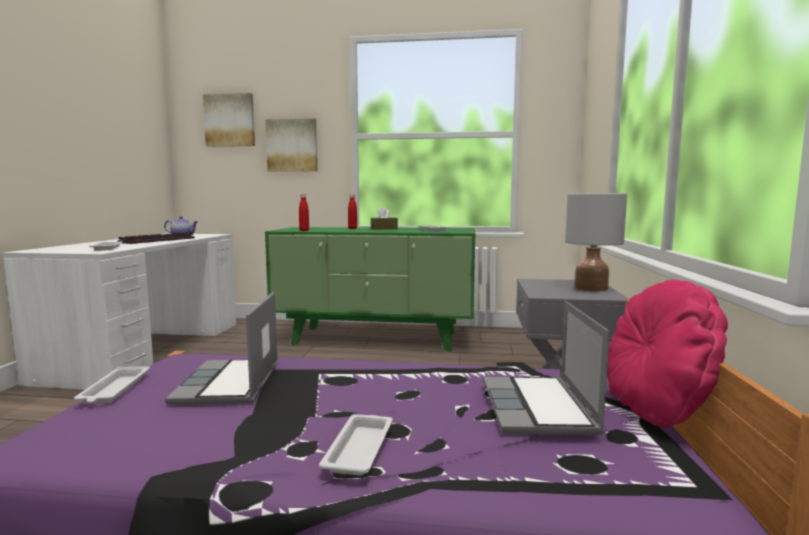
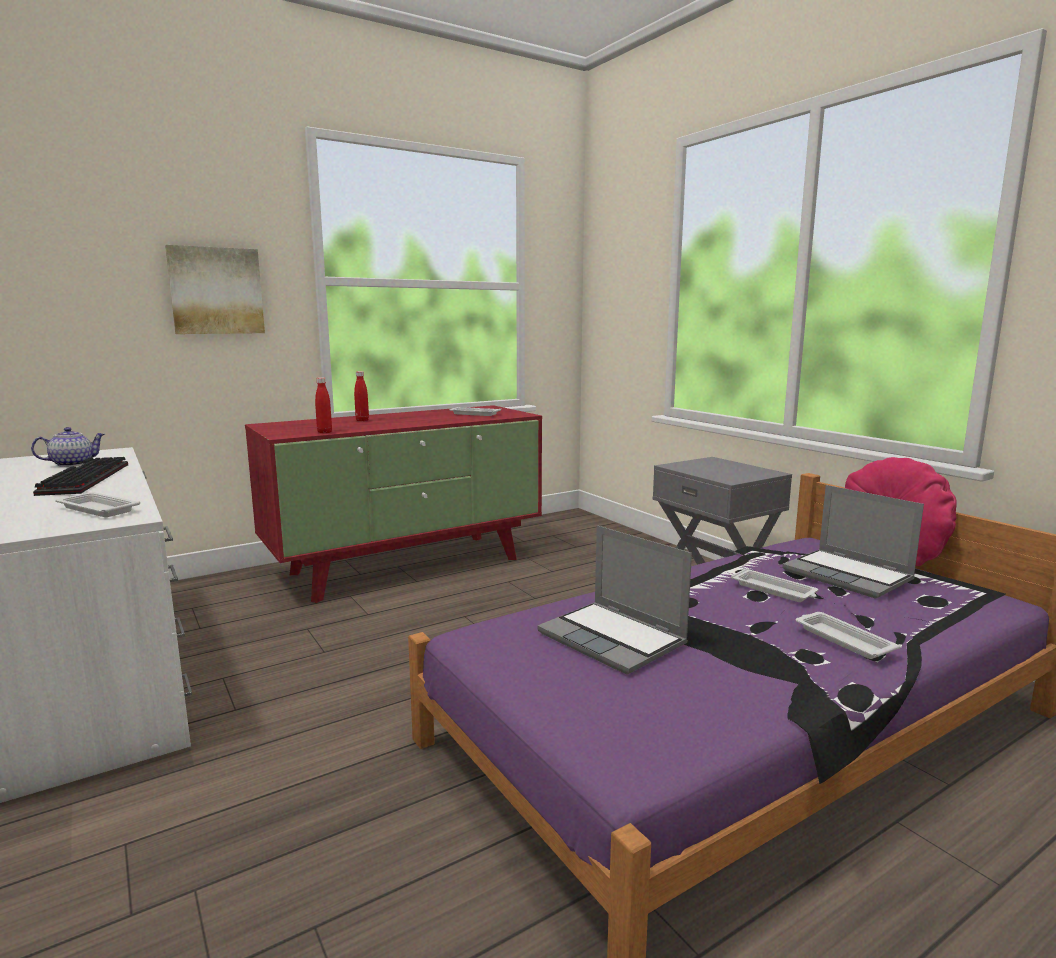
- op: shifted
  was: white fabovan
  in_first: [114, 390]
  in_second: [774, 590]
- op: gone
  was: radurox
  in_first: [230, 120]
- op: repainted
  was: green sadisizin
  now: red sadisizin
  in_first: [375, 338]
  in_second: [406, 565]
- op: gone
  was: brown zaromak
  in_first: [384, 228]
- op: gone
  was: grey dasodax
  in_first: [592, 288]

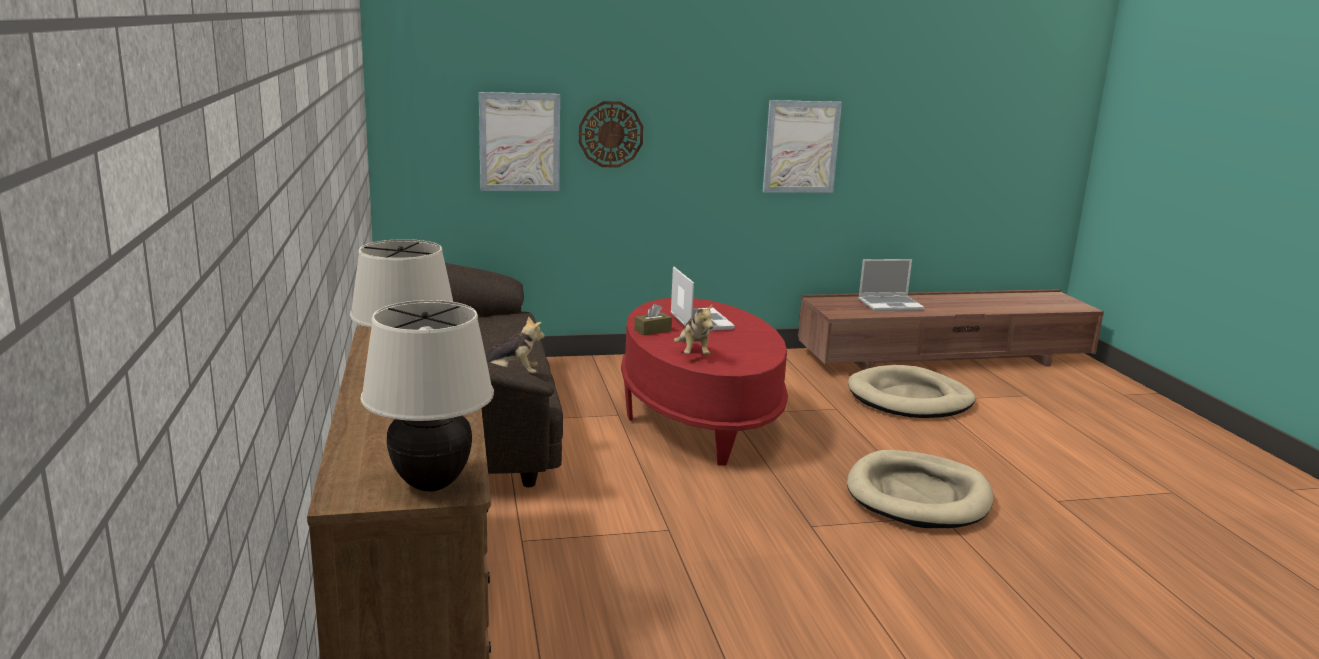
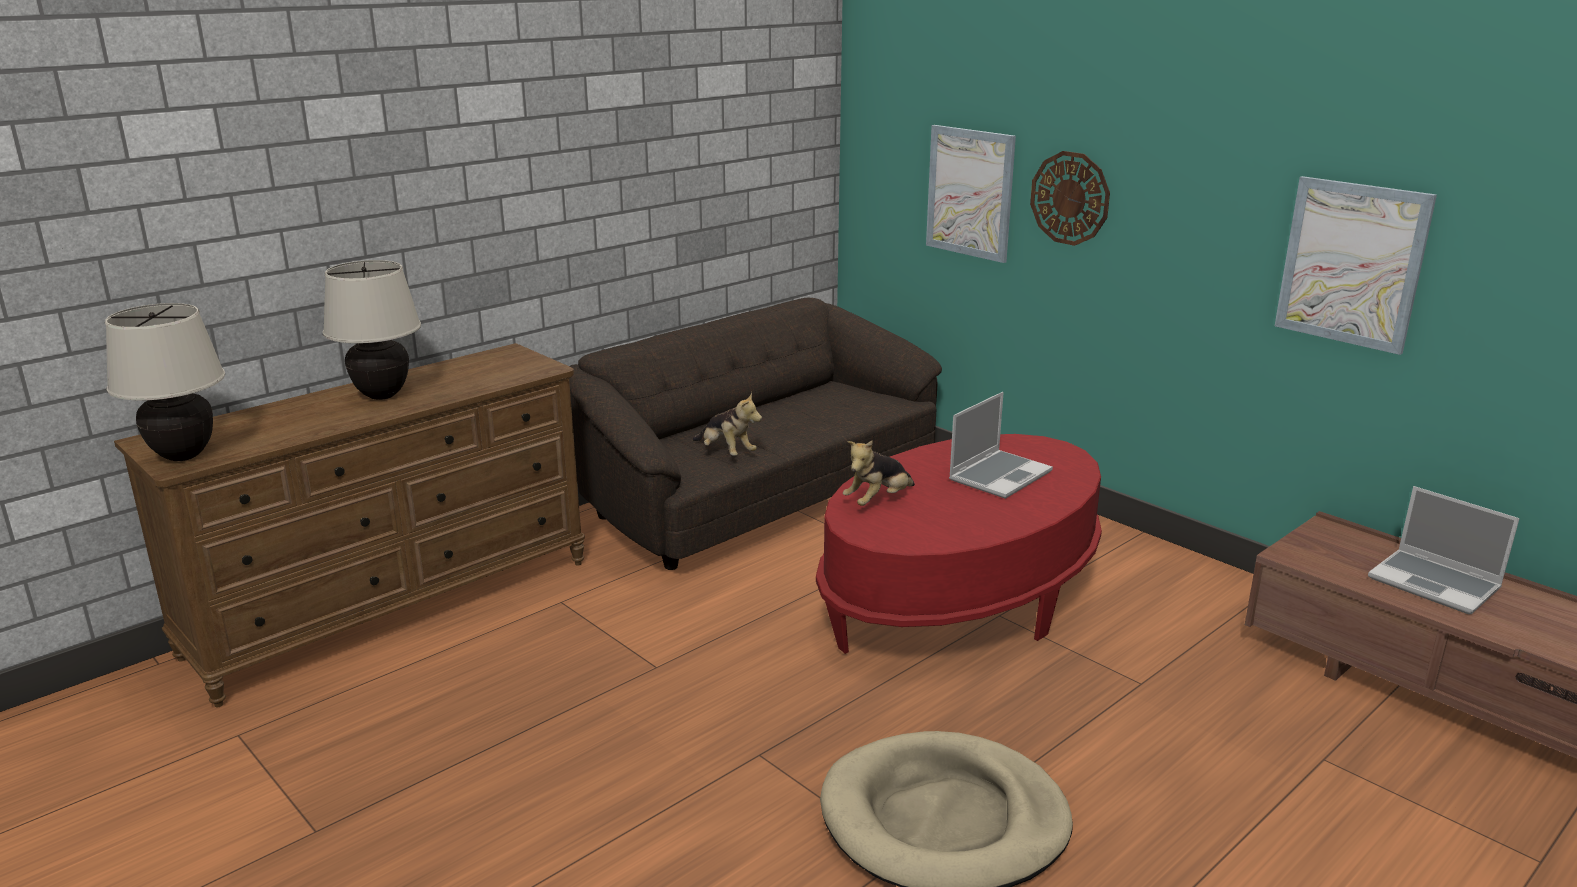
- op: gone
  was: brown zaromak
  in_first: [652, 330]
- op: gone
  was: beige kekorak
  in_first: [910, 398]

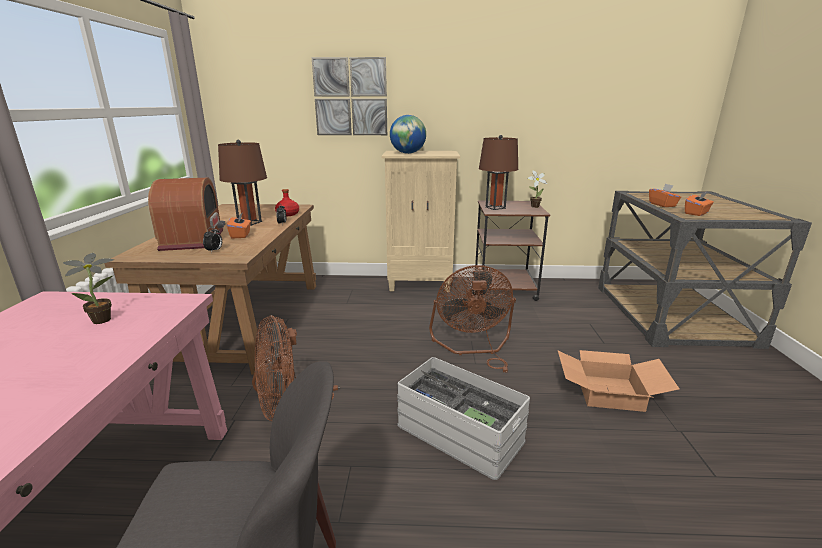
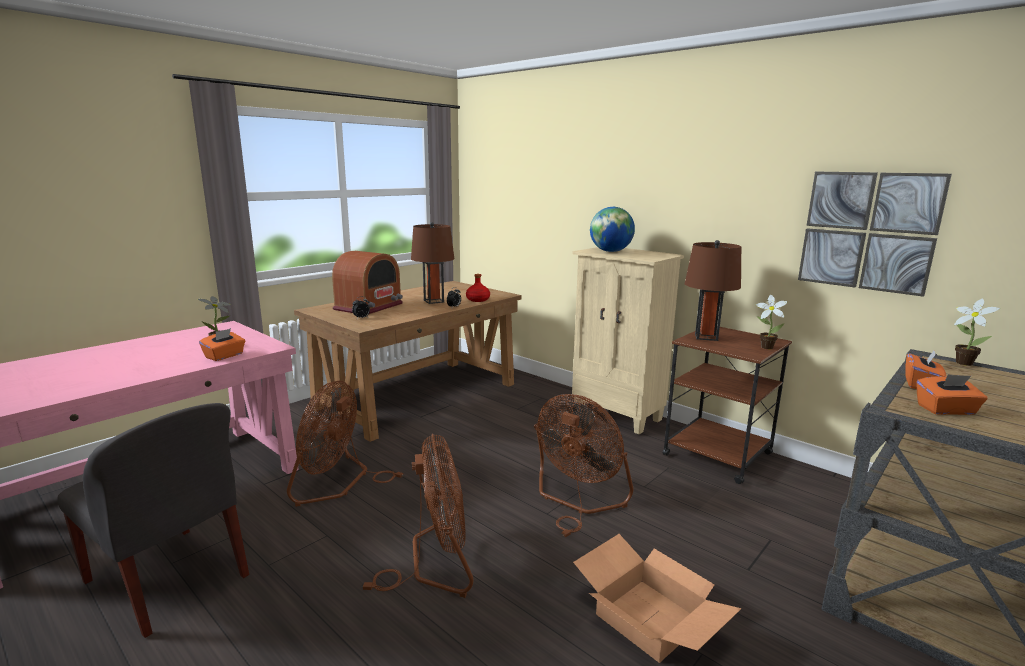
- op: shifted
  was: orange zaromak
  in_first: [241, 235]
  in_second: [224, 356]
- op: shifted
  was: radurox
  in_first: [350, 97]
  in_second: [868, 231]
- op: swapped
  was: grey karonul
  now: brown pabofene
  in_first: [458, 433]
  in_second: [433, 560]
- op: new
  now: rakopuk
  in_second: [962, 362]

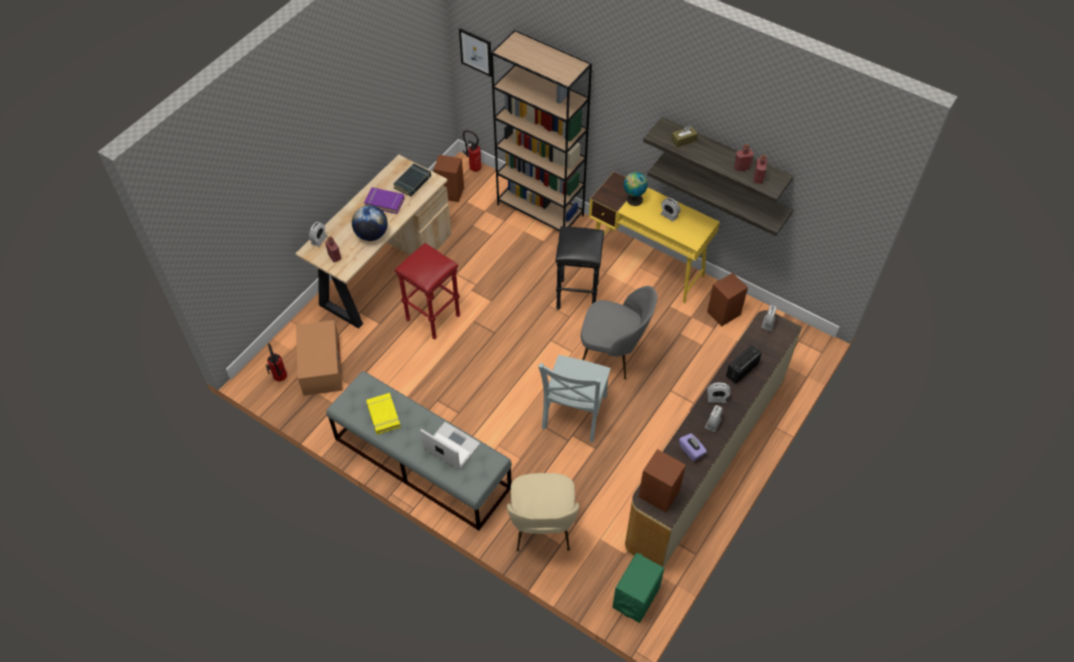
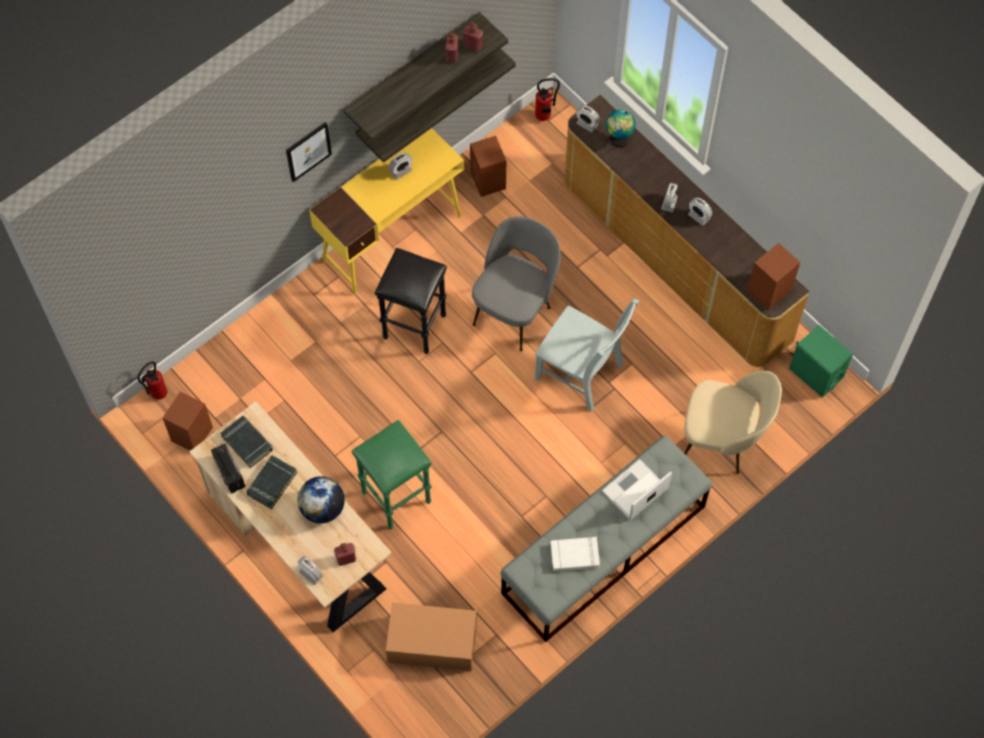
- op: shifted
  was: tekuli
  in_first: [280, 379]
  in_second: [545, 117]
- op: repainted
  was: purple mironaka
  now: black mironaka
  in_first: [384, 202]
  in_second: [271, 483]
- op: repainted
  was: yellow mironaka
  now: white mironaka
  in_first: [383, 415]
  in_second: [574, 556]
- op: repainted
  was: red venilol
  now: green venilol
  in_first: [433, 318]
  in_second: [398, 497]
- op: shifted
  was: radurox
  in_first: [476, 52]
  in_second: [308, 151]
- op: gone
  was: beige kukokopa
  in_first: [541, 210]
- op: shifted
  was: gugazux
  in_first: [633, 199]
  in_second: [618, 139]
- op: gone
  was: brown zaromak
  in_first: [683, 140]
- op: gone
  was: purple zaromak
  in_first: [691, 451]
- op: shifted
  was: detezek
  in_first: [741, 370]
  in_second: [230, 474]

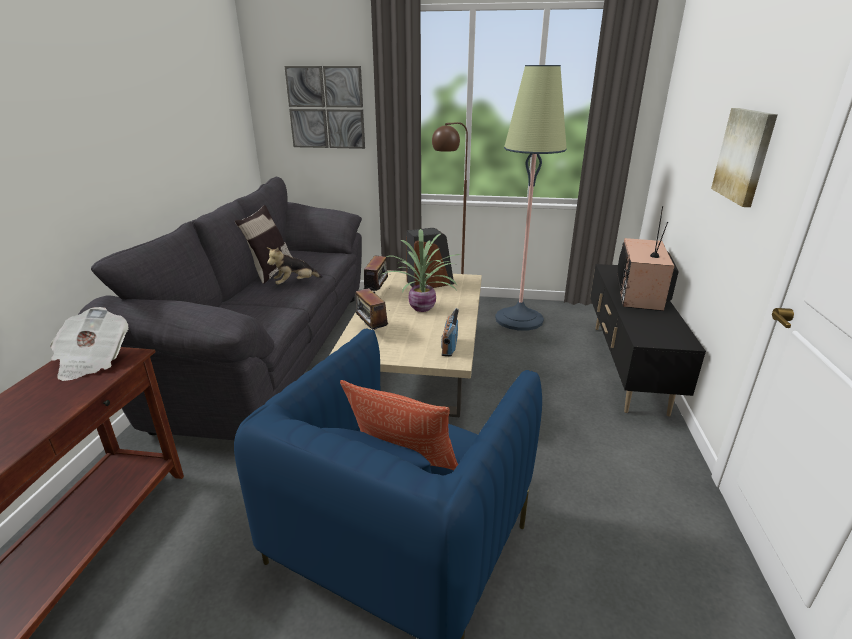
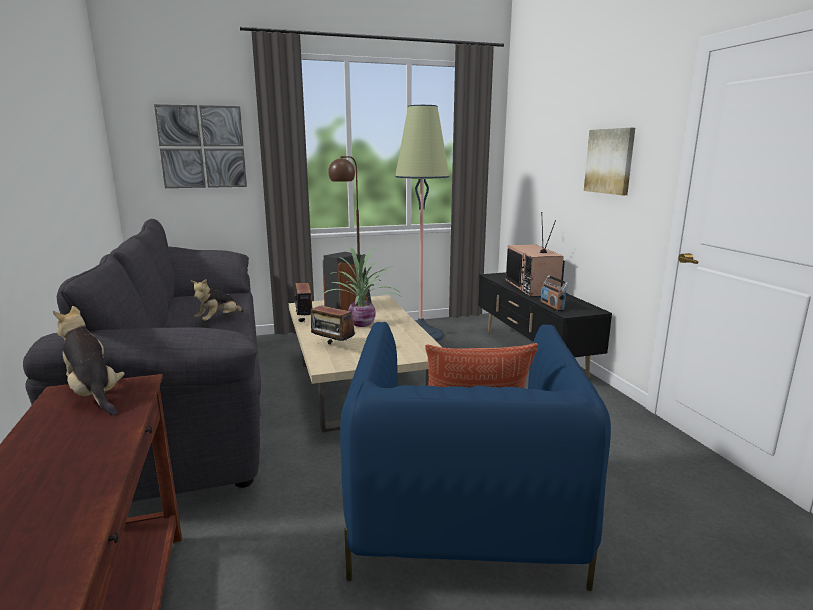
- op: swapped
  was: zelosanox
  now: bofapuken
  in_first: [93, 360]
  in_second: [94, 395]
- op: gone
  was: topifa
  in_first: [270, 272]
- op: shifted
  was: detezek
  in_first: [449, 346]
  in_second: [552, 306]

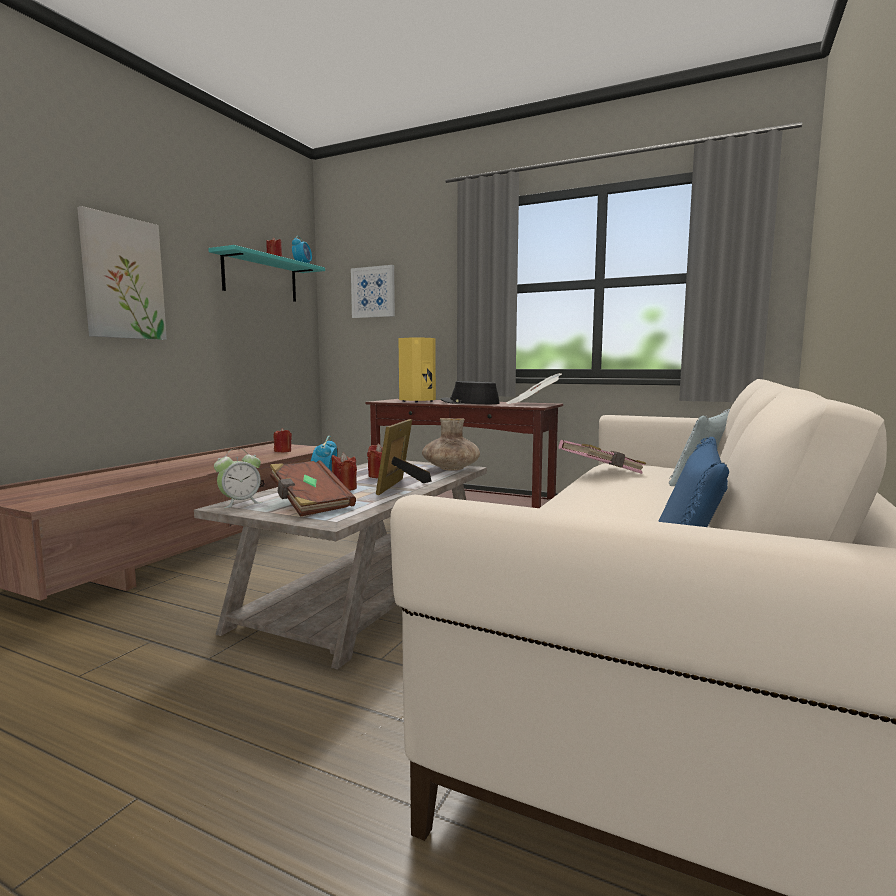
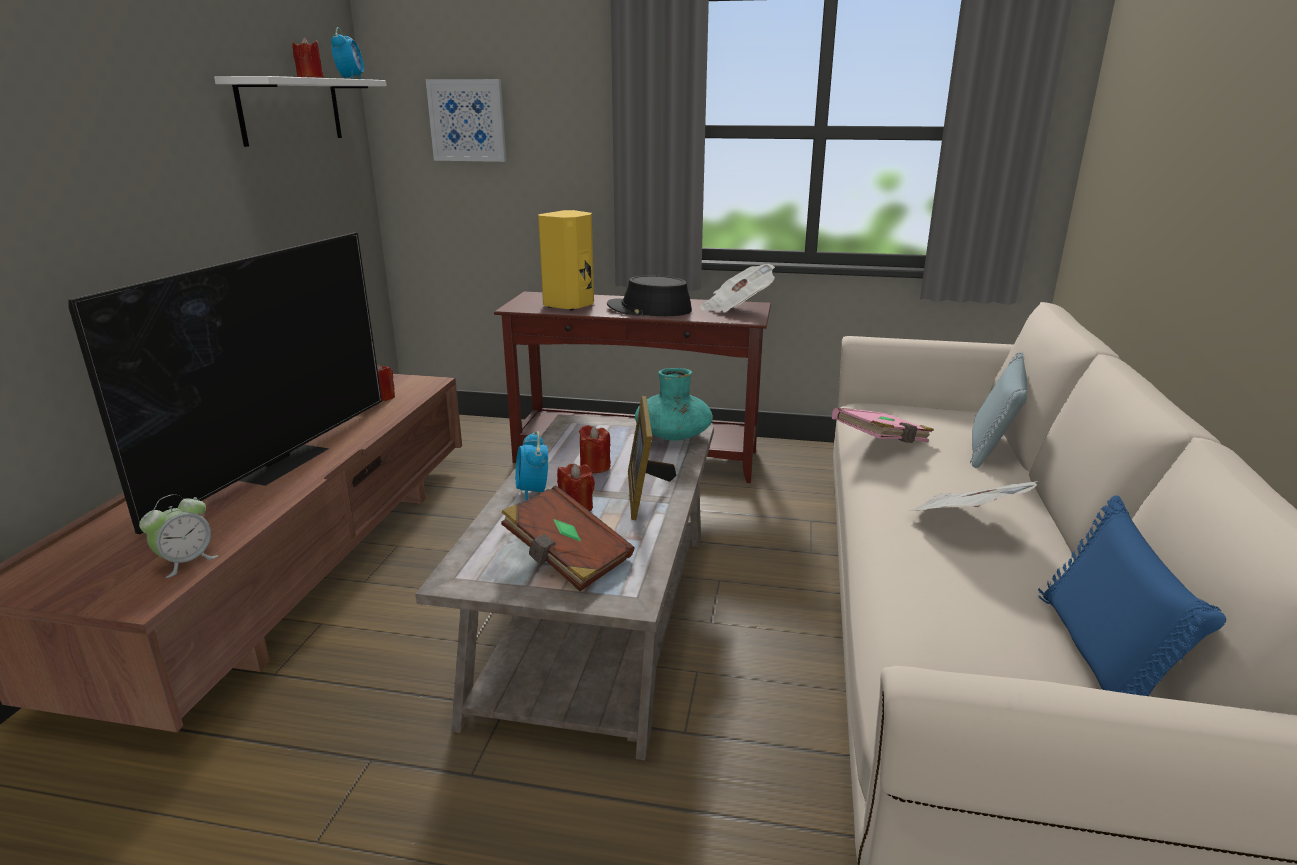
- op: gone
  was: radurox
  in_first: [123, 278]
- op: repainted
  was: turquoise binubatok
  now: white binubatok
  in_first: [260, 278]
  in_second: [291, 110]
- op: shifted
  was: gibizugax
  in_first: [240, 503]
  in_second: [186, 562]
- op: repainted
  was: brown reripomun
  now: turquoise reripomun
  in_first: [451, 468]
  in_second: [673, 436]
- op: new
  now: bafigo
  in_second: [280, 461]
- op: new
  now: zelosanox
  in_second: [966, 523]

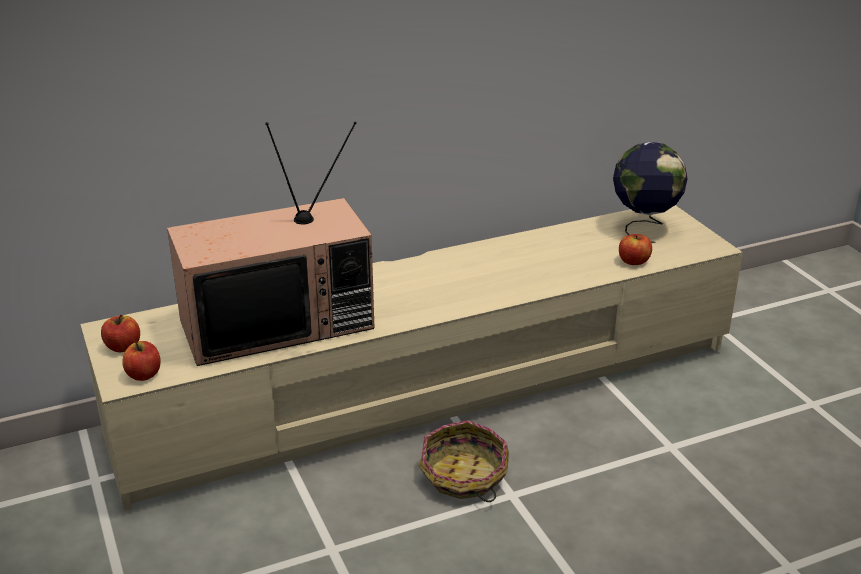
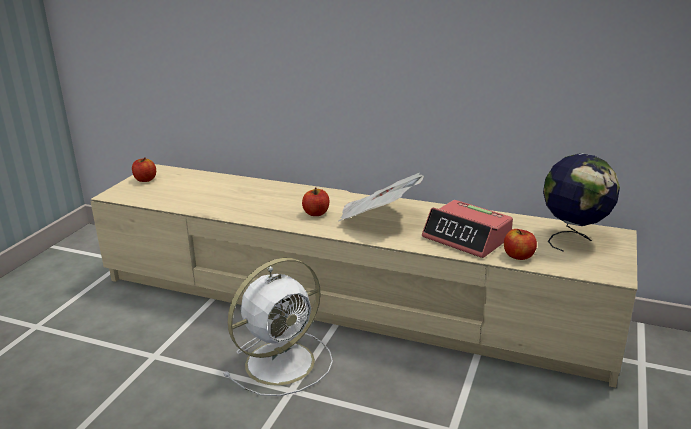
- op: shifted
  was: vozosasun
  in_first: [144, 374]
  in_second: [316, 213]
- op: gone
  was: bafigo
  in_first: [278, 322]
- op: swapped
  was: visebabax
  now: white pabofene
  in_first: [463, 476]
  in_second: [282, 361]
- op: new
  now: zelosanox
  in_second: [378, 218]
- op: new
  now: gibizugax
  in_second: [467, 238]

